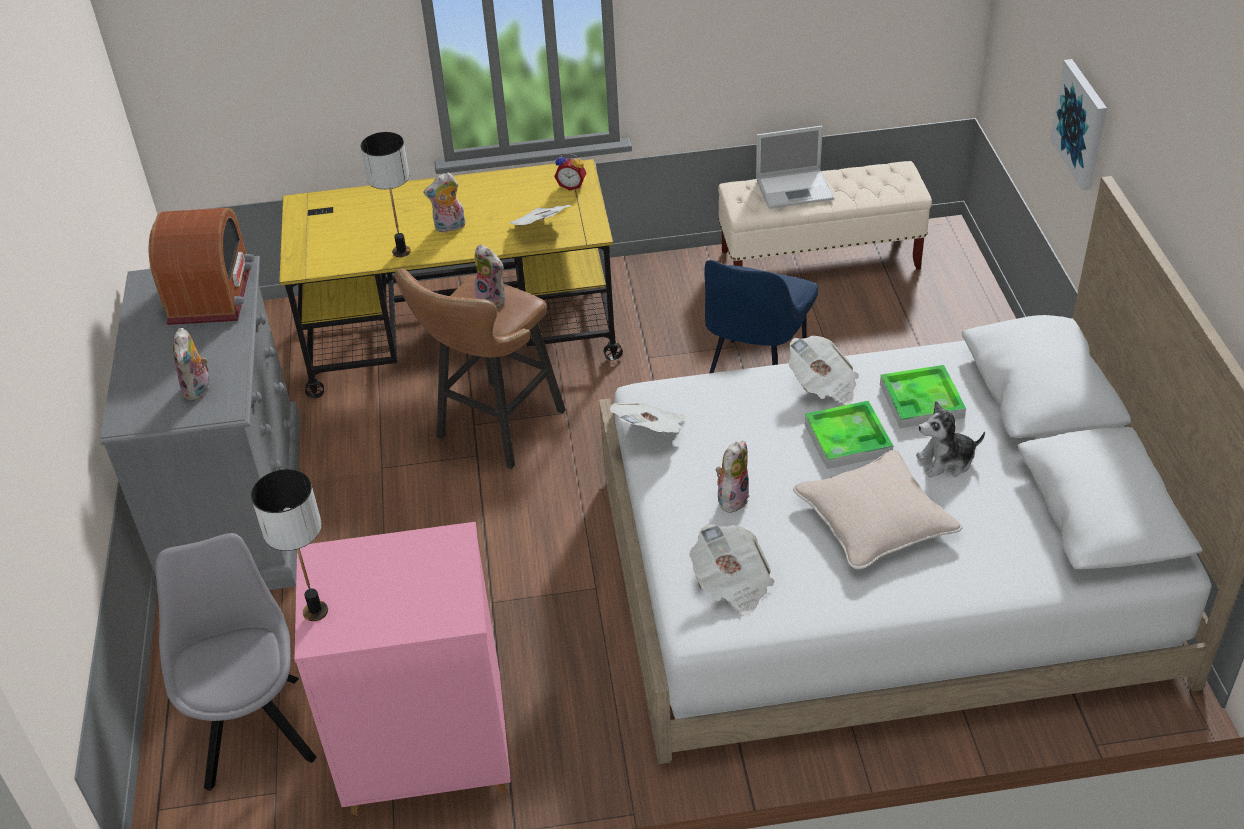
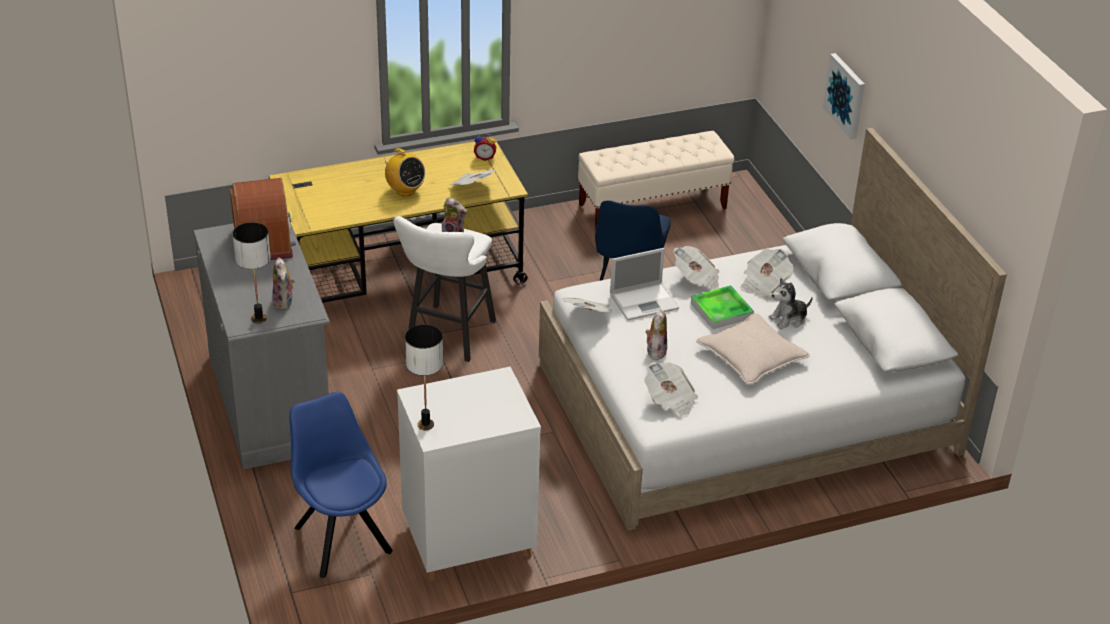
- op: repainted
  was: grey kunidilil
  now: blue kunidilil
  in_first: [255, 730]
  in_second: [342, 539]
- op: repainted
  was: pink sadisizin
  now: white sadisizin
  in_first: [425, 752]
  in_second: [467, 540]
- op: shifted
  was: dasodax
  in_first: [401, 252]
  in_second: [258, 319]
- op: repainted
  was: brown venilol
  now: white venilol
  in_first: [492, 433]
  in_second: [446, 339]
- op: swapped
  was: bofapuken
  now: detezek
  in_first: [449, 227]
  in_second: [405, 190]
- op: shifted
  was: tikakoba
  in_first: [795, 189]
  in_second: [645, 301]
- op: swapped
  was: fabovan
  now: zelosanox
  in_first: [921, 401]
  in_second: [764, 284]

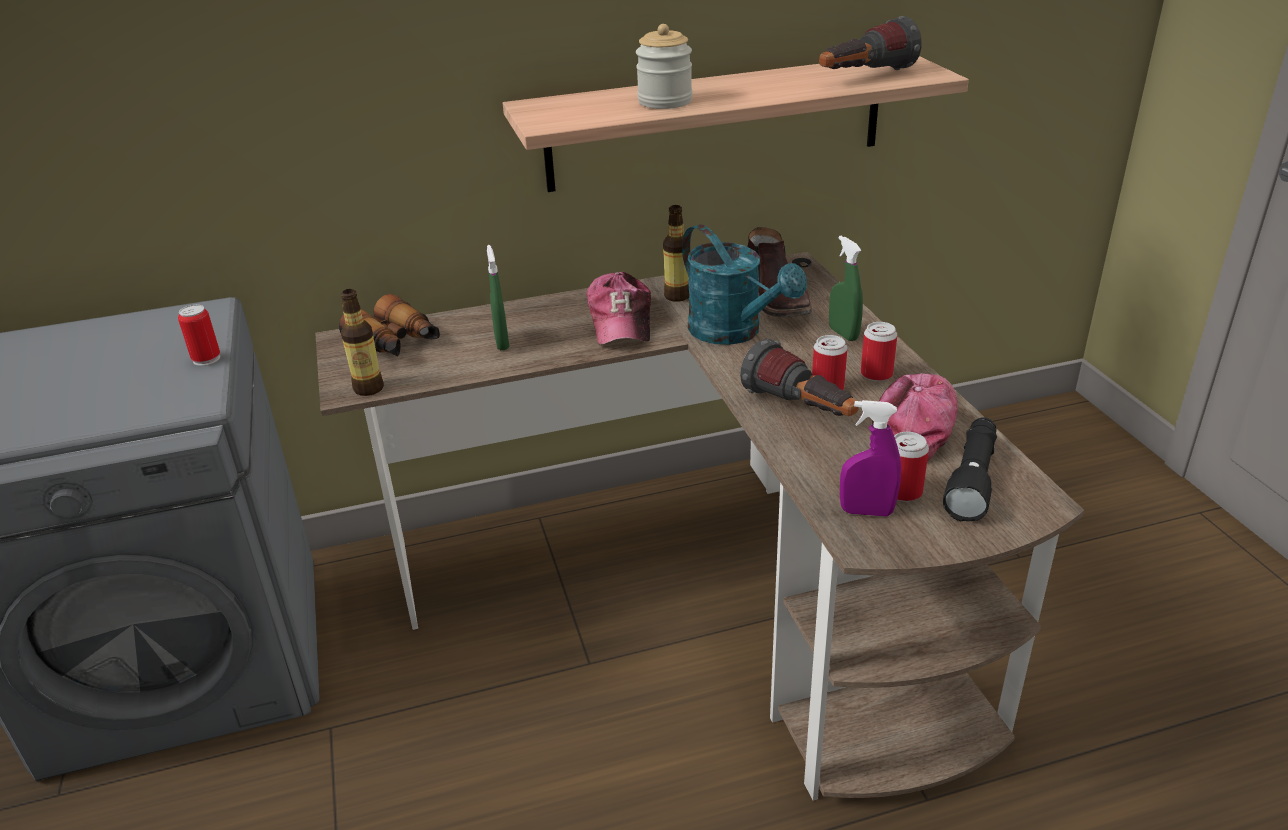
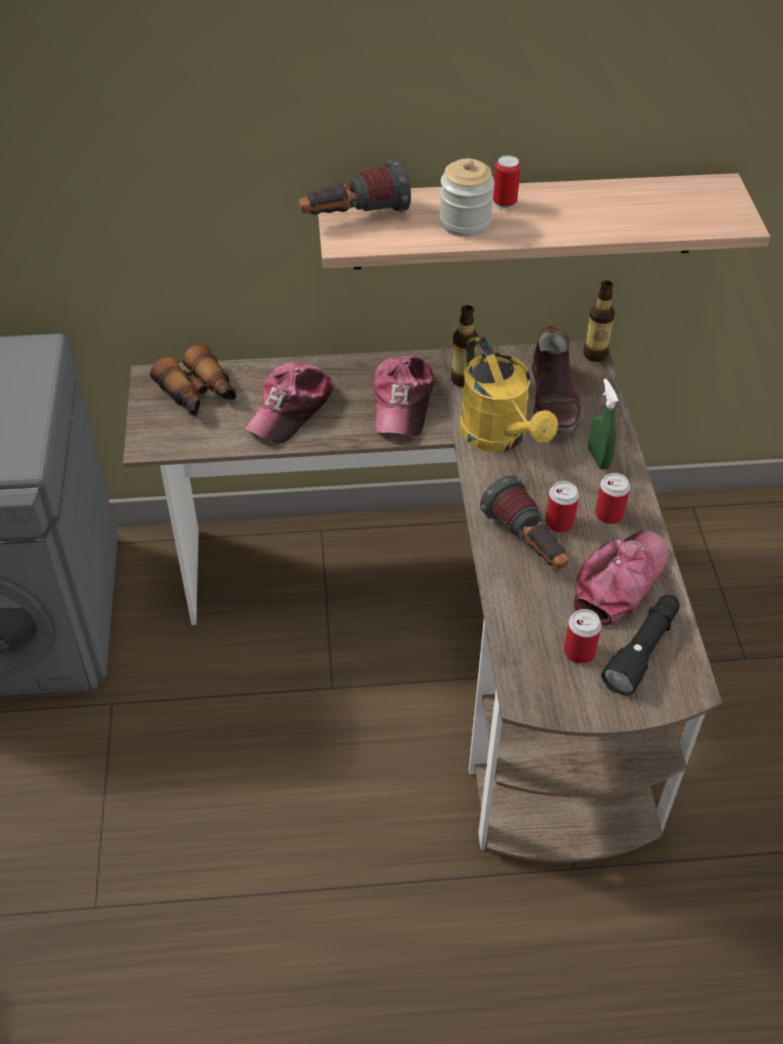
- op: shifted
  was: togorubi
  in_first: [206, 359]
  in_second: [504, 203]
- op: shifted
  was: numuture
  in_first: [369, 388]
  in_second: [595, 354]
- op: swapped
  was: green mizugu
  now: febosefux
  in_first: [502, 342]
  in_second: [290, 410]
- op: repainted
  was: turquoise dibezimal
  now: yellow dibezimal
  in_first: [734, 332]
  in_second: [500, 437]
- op: shifted
  was: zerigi
  in_first: [863, 77]
  in_second: [354, 217]
- op: gone
  was: purple mizugu
  in_first: [866, 512]

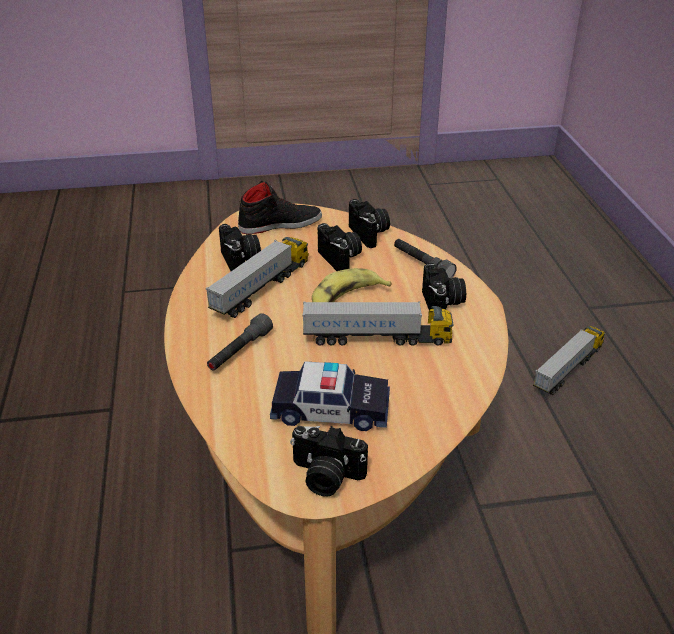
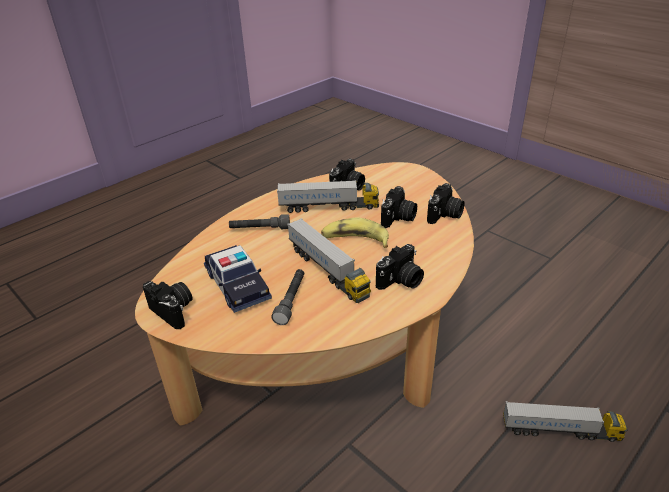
- op: gone
  was: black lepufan
  in_first: [280, 224]
- op: rotated
  was: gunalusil
  in_first: [325, 477]
  in_second: [174, 311]
  clockwise: 150
- op: shifted
  was: grey zerigi
  in_first: [422, 265]
  in_second: [291, 301]

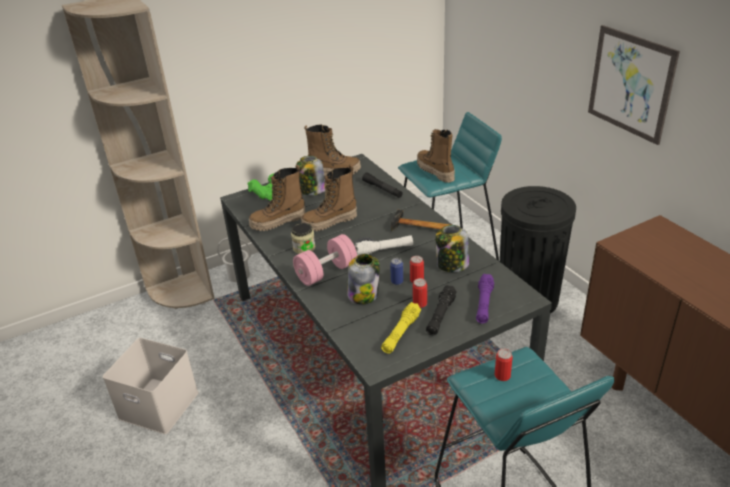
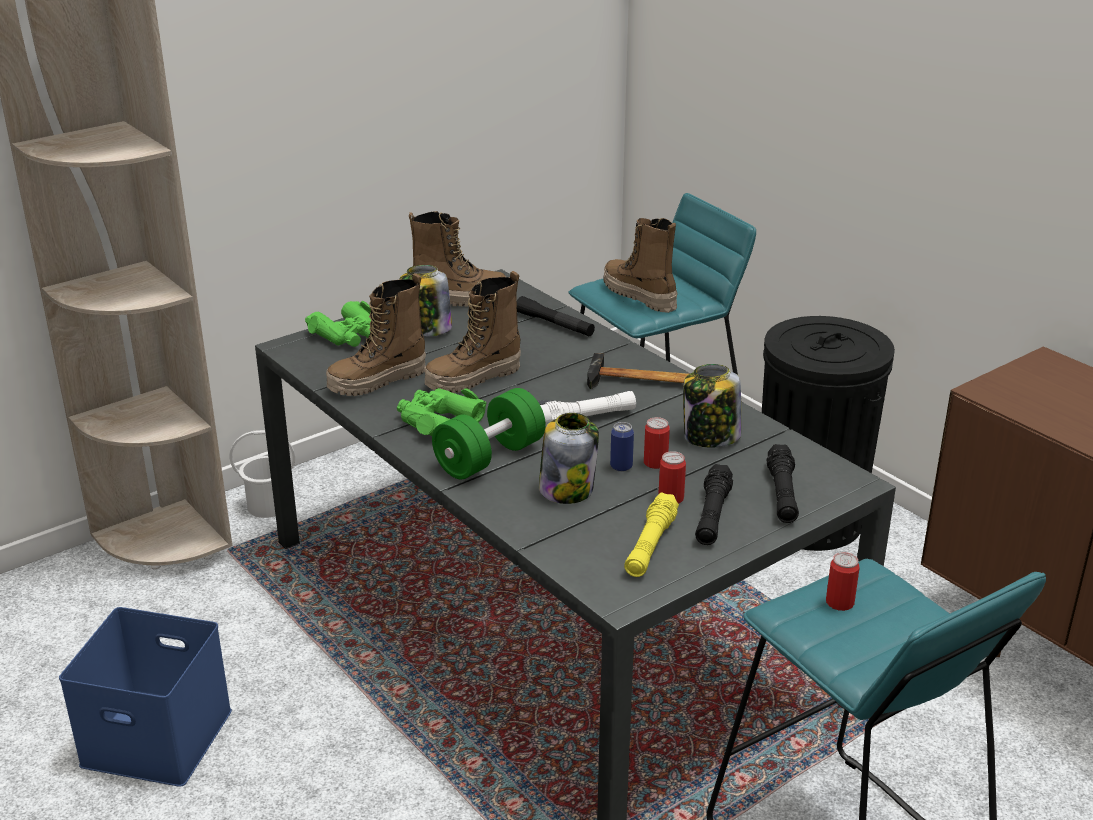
- op: repainted
  was: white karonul
  now: blue karonul
  in_first: [157, 406]
  in_second: [153, 739]
- op: swapped
  was: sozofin
  now: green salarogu
  in_first: [304, 248]
  in_second: [437, 421]
- op: repainted
  was: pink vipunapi
  now: green vipunapi
  in_first: [326, 272]
  in_second: [489, 457]
- op: repainted
  was: purple zerigi
  now: black zerigi
  in_first: [484, 304]
  in_second: [782, 494]
- op: gone
  was: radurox
  in_first: [630, 84]

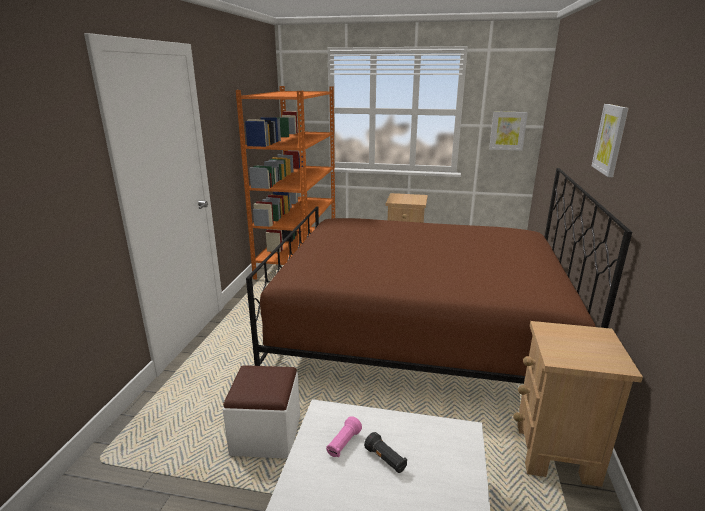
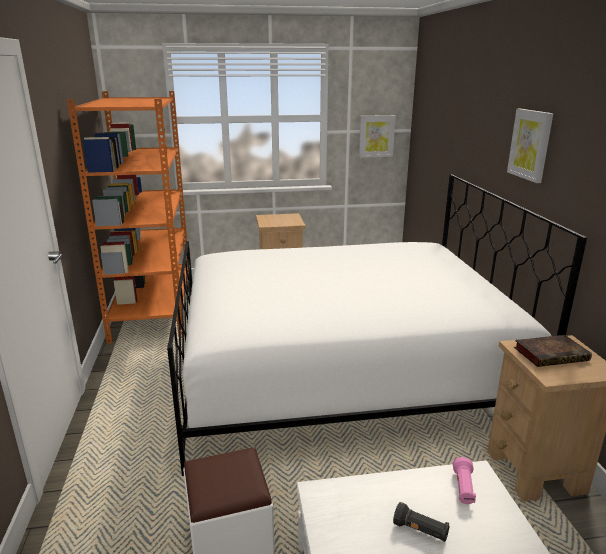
- op: repainted
  was: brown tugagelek
  now: white tugagelek
  in_first: [418, 335]
  in_second: [341, 376]
- op: shifted
  was: pink zerigi
  in_first: [343, 444]
  in_second: [463, 488]
- op: new
  now: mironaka
  in_second: [551, 354]

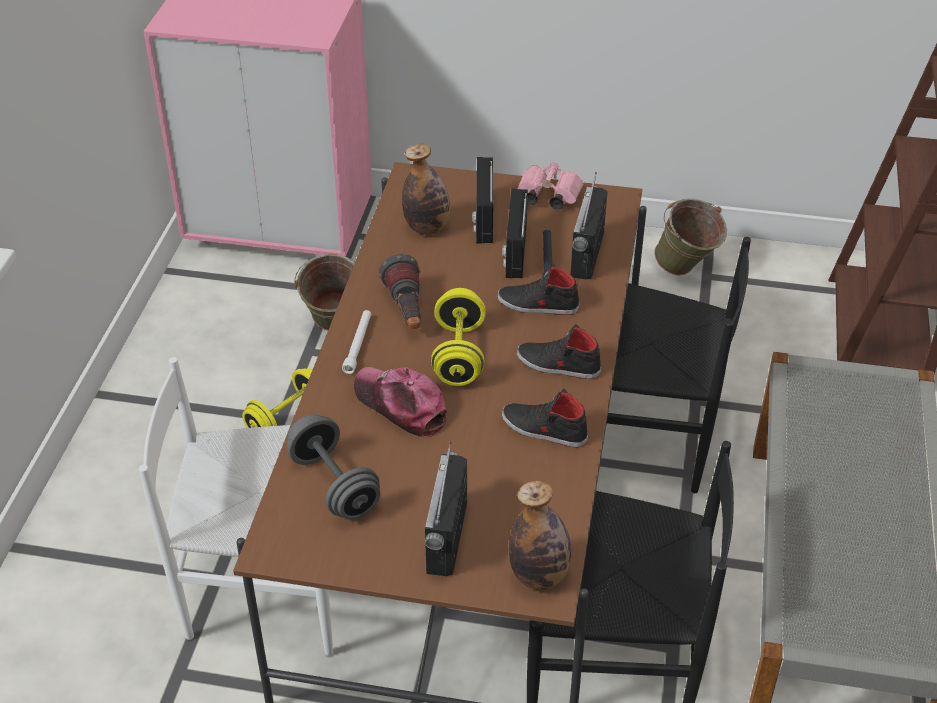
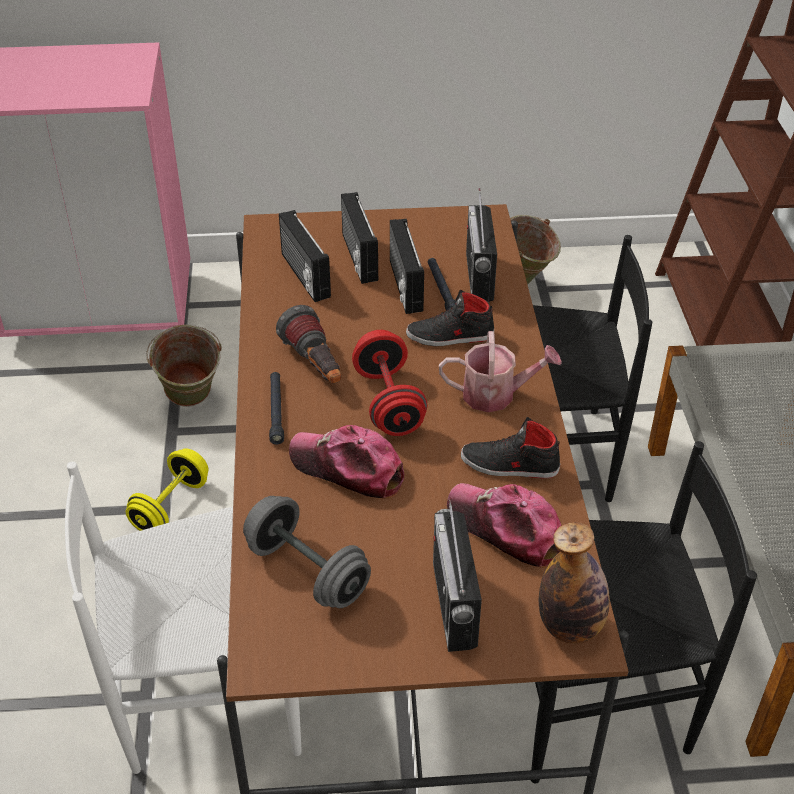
- op: repainted
  was: white zerigi
  now: black zerigi
  in_first: [358, 345]
  in_second: [276, 411]
- op: swapped
  was: numuture
  now: detezek
  in_first: [427, 227]
  in_second: [304, 276]
- op: repainted
  was: yellow vipunapi
  now: red vipunapi
  in_first: [459, 355]
  in_second: [389, 402]
- op: gone
  was: pink salarogu
  in_first: [546, 197]
- op: swapped
  was: black lepufan
  now: dibezimal
  in_first: [558, 365]
  in_second: [496, 394]
- op: new
  now: febosefux
  in_second: [505, 529]

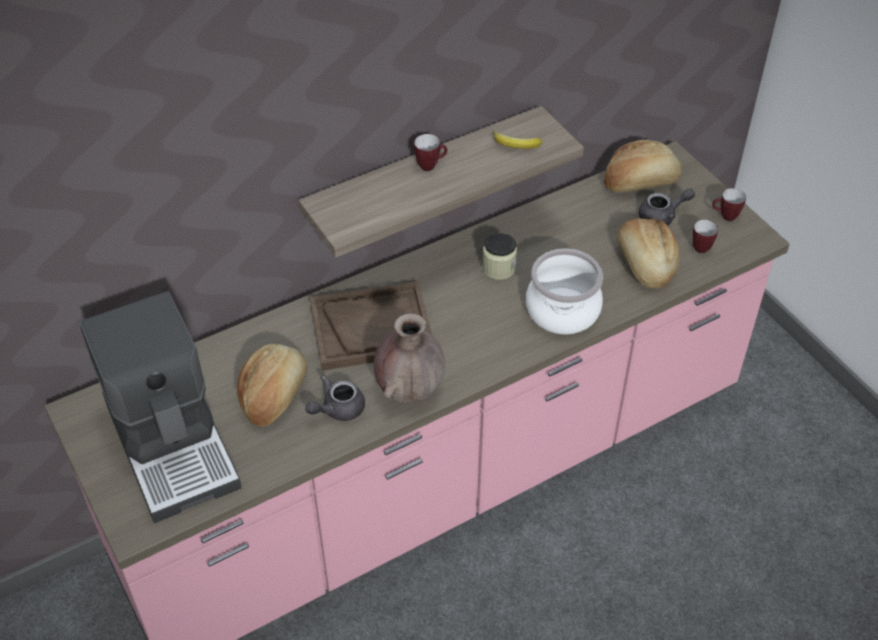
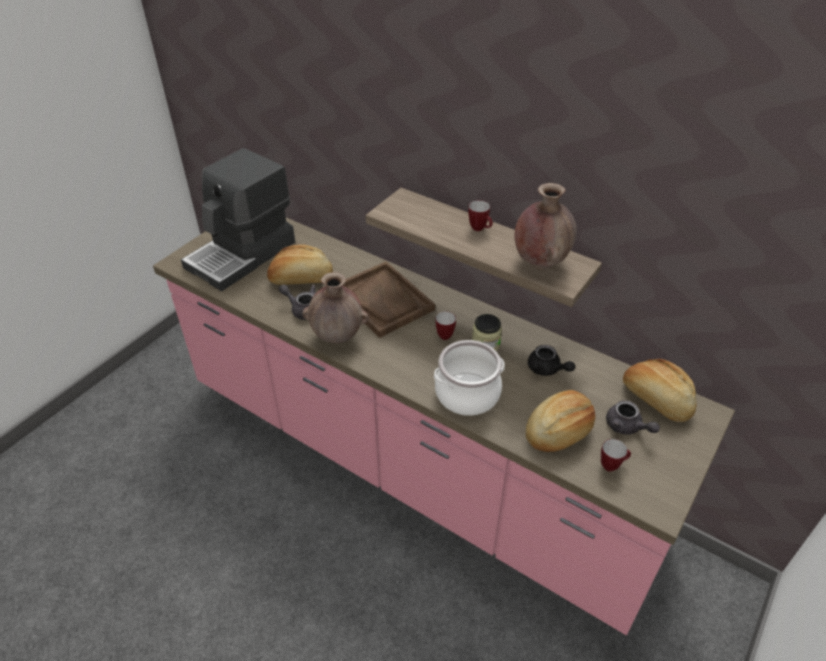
- op: swapped
  was: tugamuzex
  now: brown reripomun
  in_first: [515, 145]
  in_second: [540, 262]
- op: shifted
  was: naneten
  in_first: [725, 217]
  in_second: [444, 334]
- op: new
  now: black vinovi
  in_second: [547, 369]

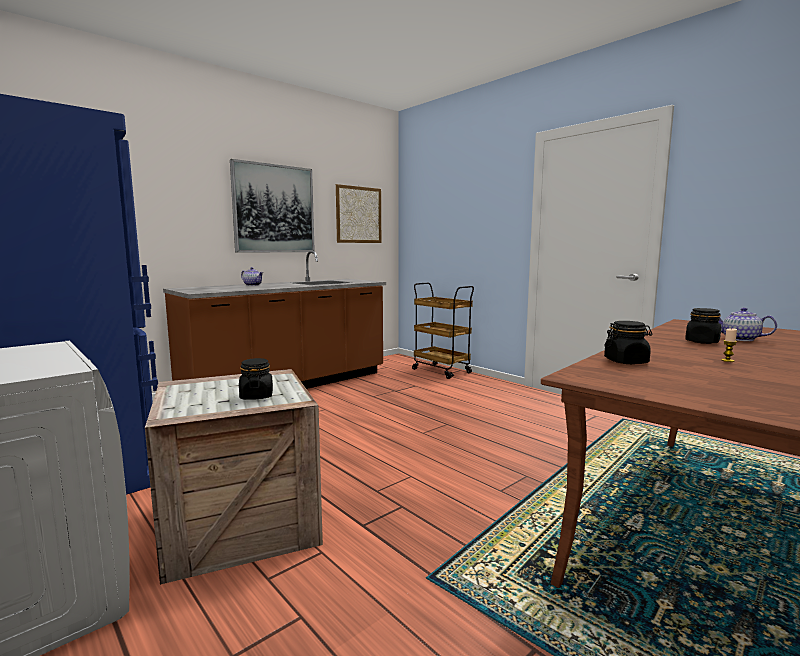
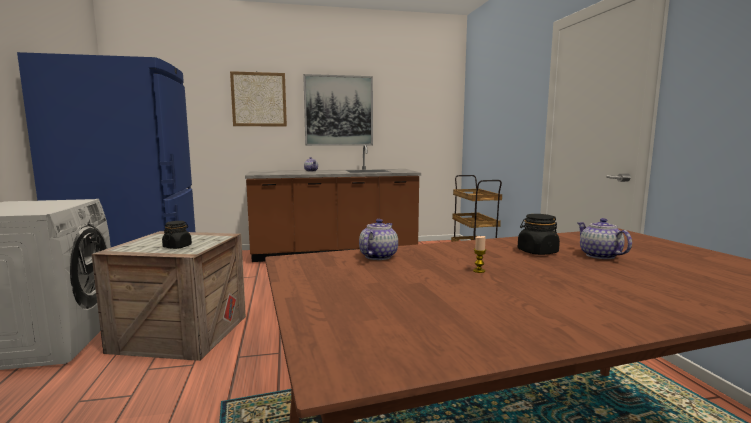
- op: shifted
  was: radurox
  in_first: [358, 214]
  in_second: [259, 99]
- op: swapped
  was: black sozofin
  now: vinovi
  in_first: [626, 361]
  in_second: [378, 256]

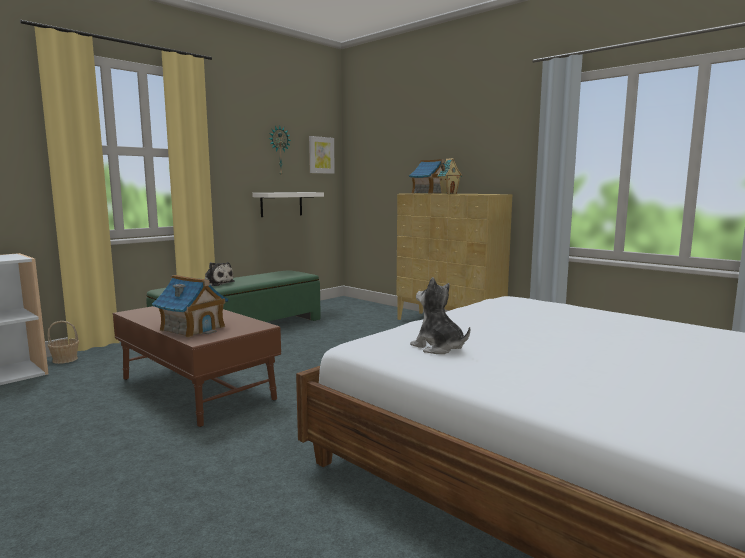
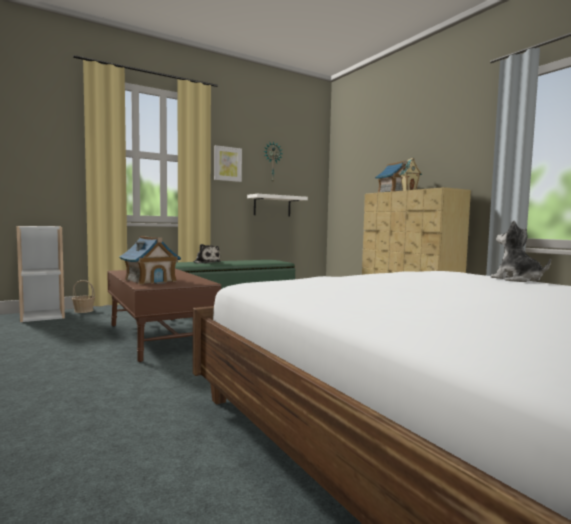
- op: shifted
  was: radurox
  in_first: [321, 155]
  in_second: [227, 164]
- op: shifted
  was: bofapuken
  in_first: [438, 348]
  in_second: [517, 280]

